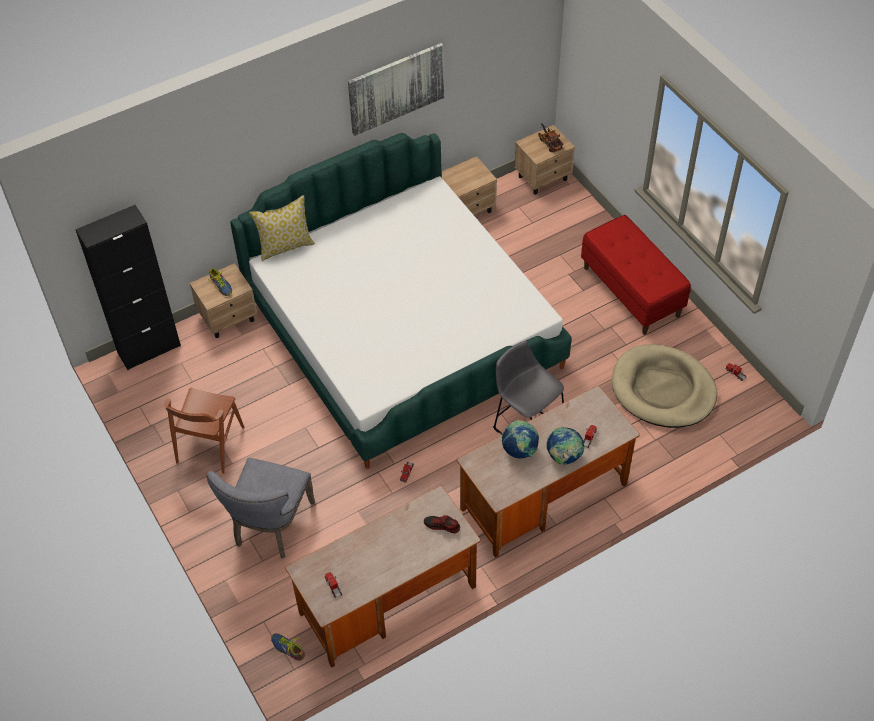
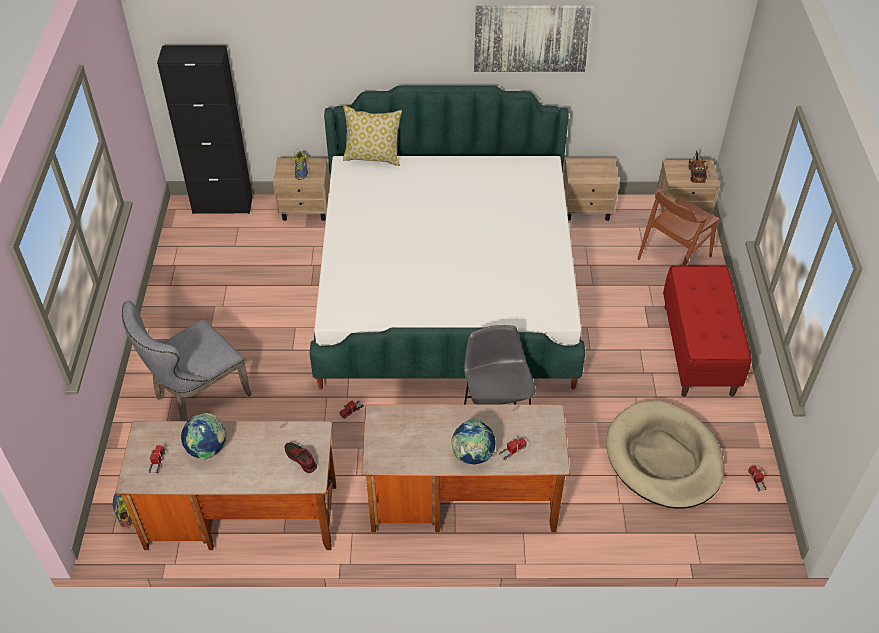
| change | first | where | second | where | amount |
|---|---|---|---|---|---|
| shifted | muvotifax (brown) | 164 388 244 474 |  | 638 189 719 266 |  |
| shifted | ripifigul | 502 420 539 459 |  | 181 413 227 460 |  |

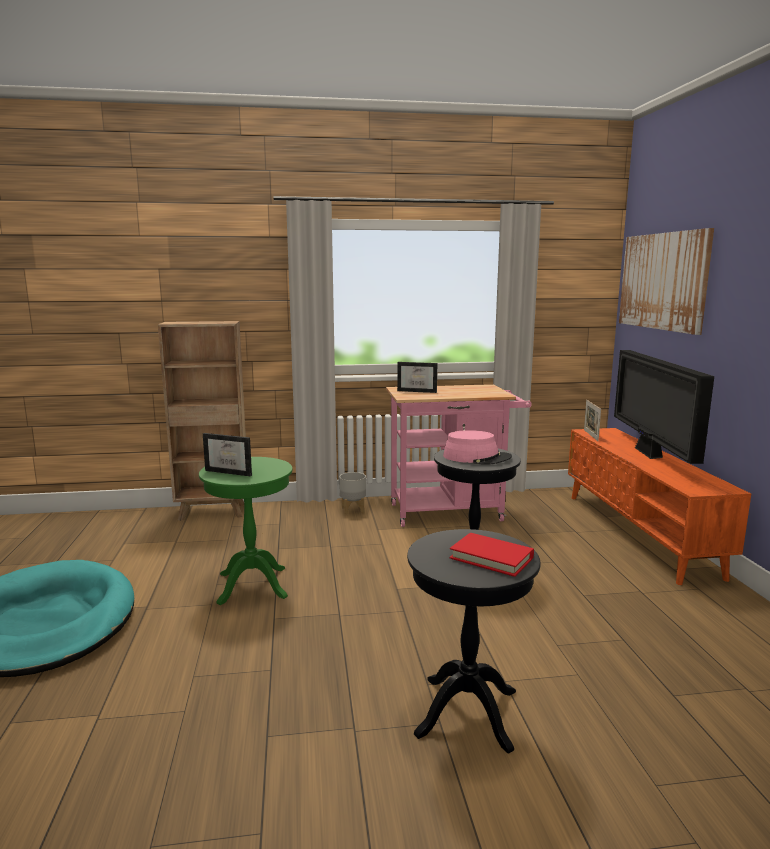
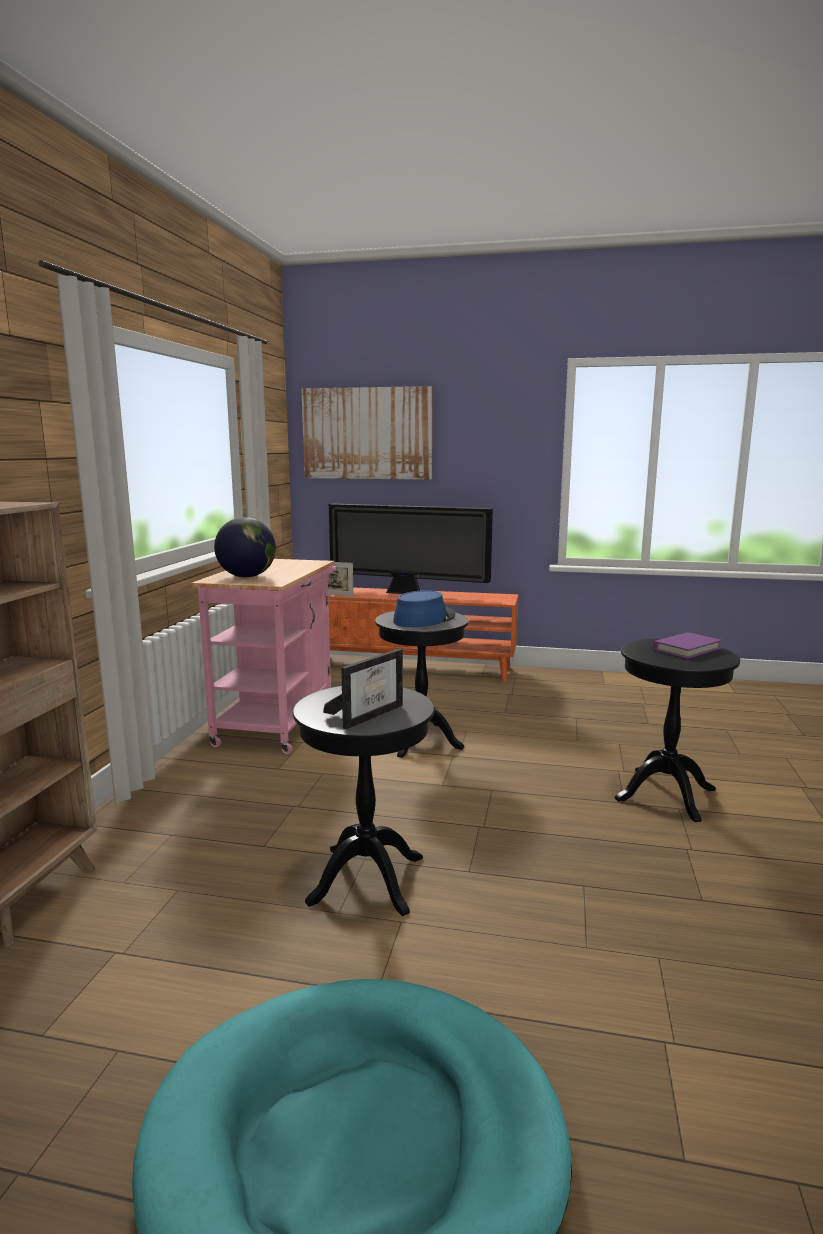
| change | first | where | second | where | amount |
|---|---|---|---|---|---|
| swapped | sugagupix | 397 362 437 393 | ripifigul | 214 517 276 578 |  |
| repainted | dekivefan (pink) | 443 430 512 465 | dekivefan (blue) | 393 590 455 627 |  |
| repainted | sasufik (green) | 199 457 293 605 | sasufik (black) | 293 686 434 916 |  |
| gone | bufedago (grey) | 339 472 366 515 |  |  |  |
| repainted | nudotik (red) | 449 533 534 577 | nudotik (purple) | 652 632 722 659 |  |

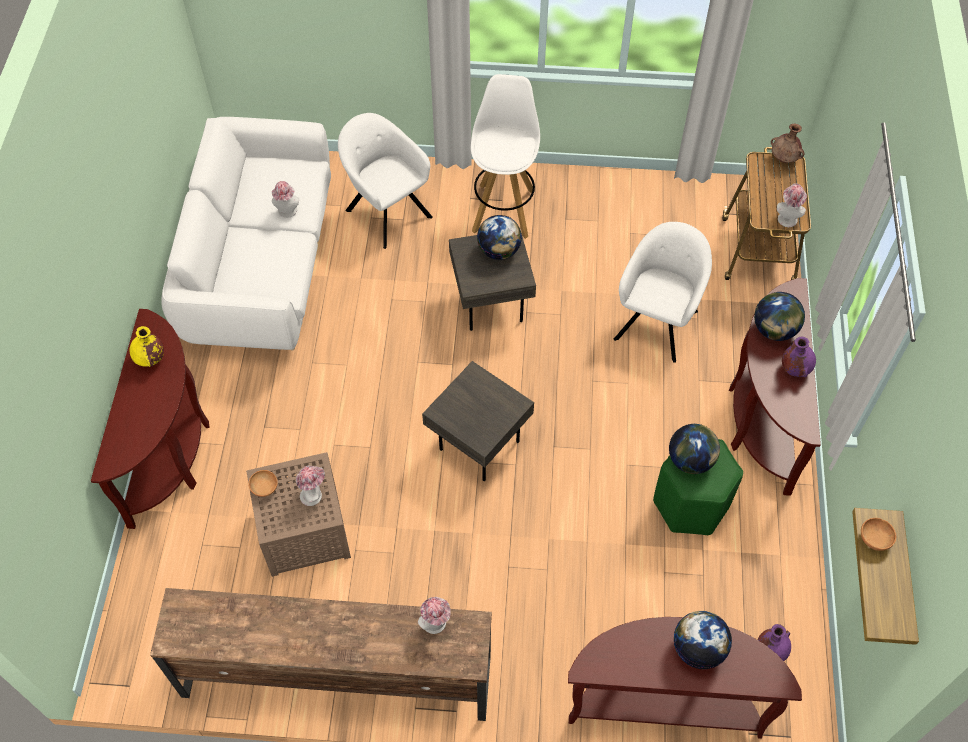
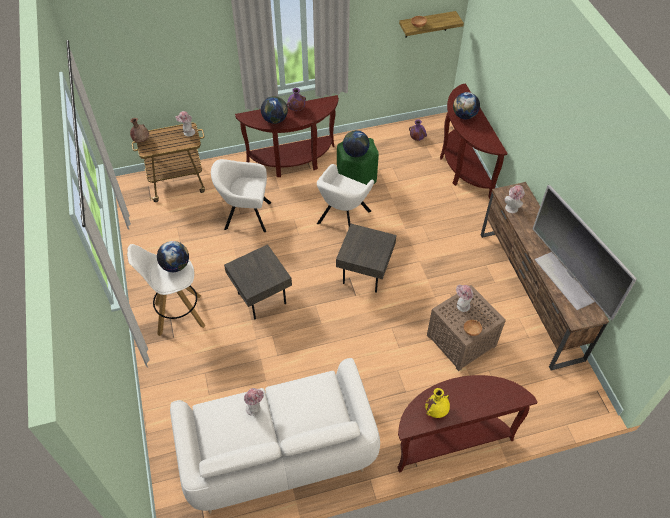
| change | first | where | second | where | amount |
|---|---|---|---|---|---|
| shifted | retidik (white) | 338 113 433 249 |  | 317 164 374 227 |  |
| shifted | ripifigul | 477 215 522 260 |  | 157 241 189 272 |  |
| new |  |  | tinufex | 533 185 637 321 |  |

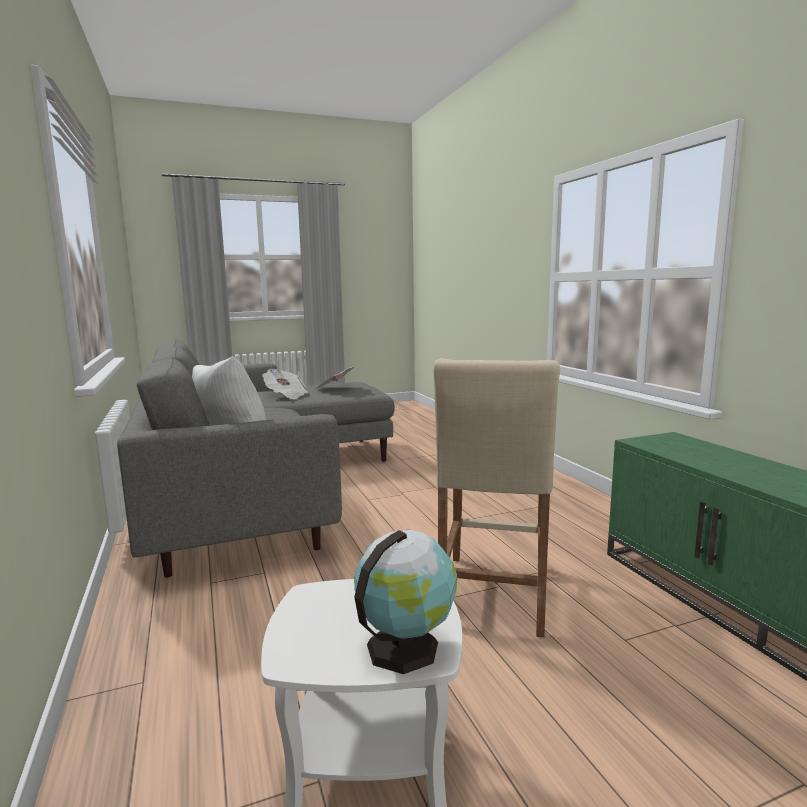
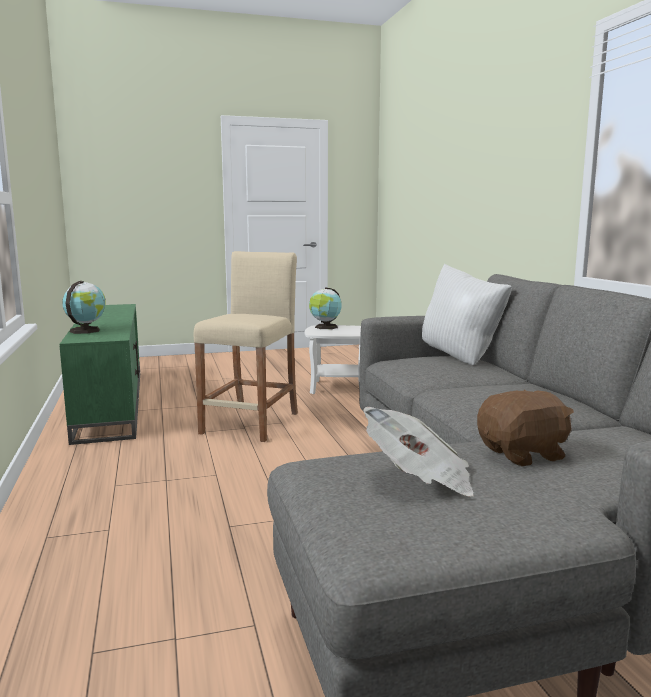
| change | first | where | second | where | amount |
|---|---|---|---|---|---|
| swapped | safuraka | 262 369 308 399 | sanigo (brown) | 477 390 574 467 |  |
| new |  |  | ripifigul | 62 281 106 334 |  |

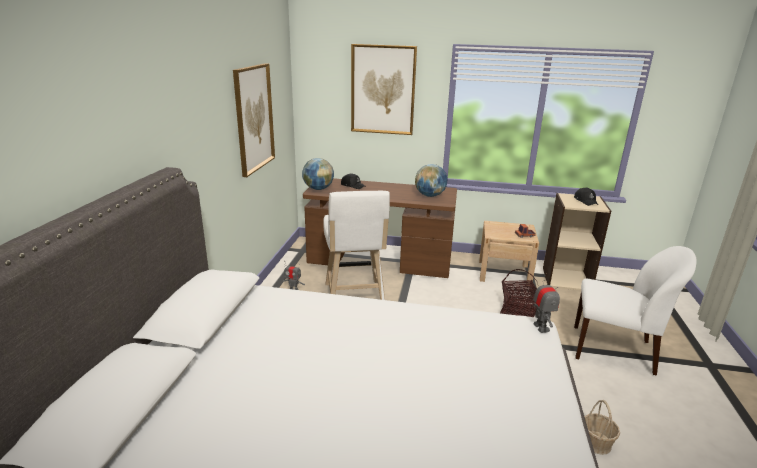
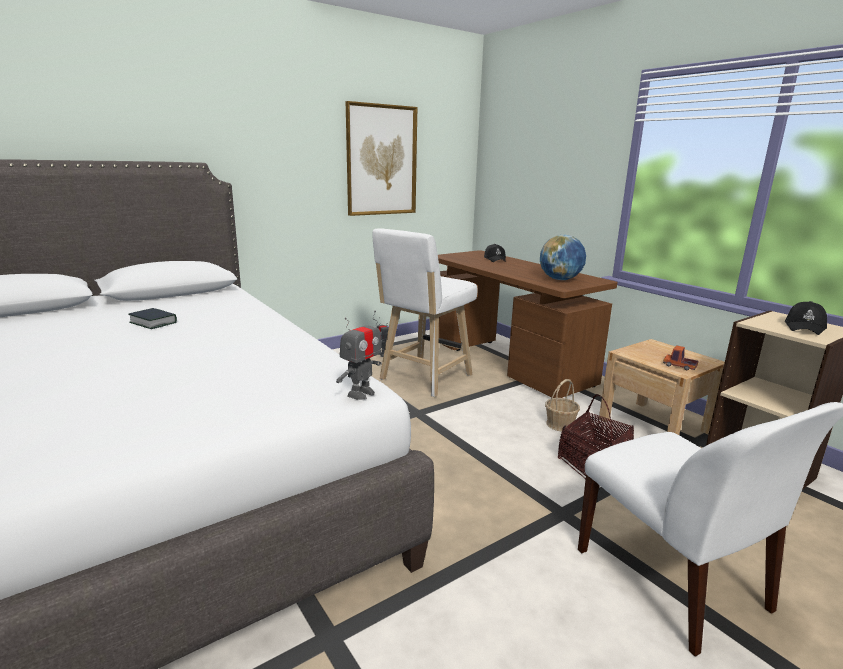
| change | first | where | second | where | amount |
|---|---|---|---|---|---|
| gone | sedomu | 351 44 417 135 |  |  |  |
| gone | ripifigul | 302 158 334 190 |  |  |  |
| shifted | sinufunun | 585 400 620 455 |  | 545 379 580 431 |  |
| new |  |  | nudotik | 129 308 177 329 |  |

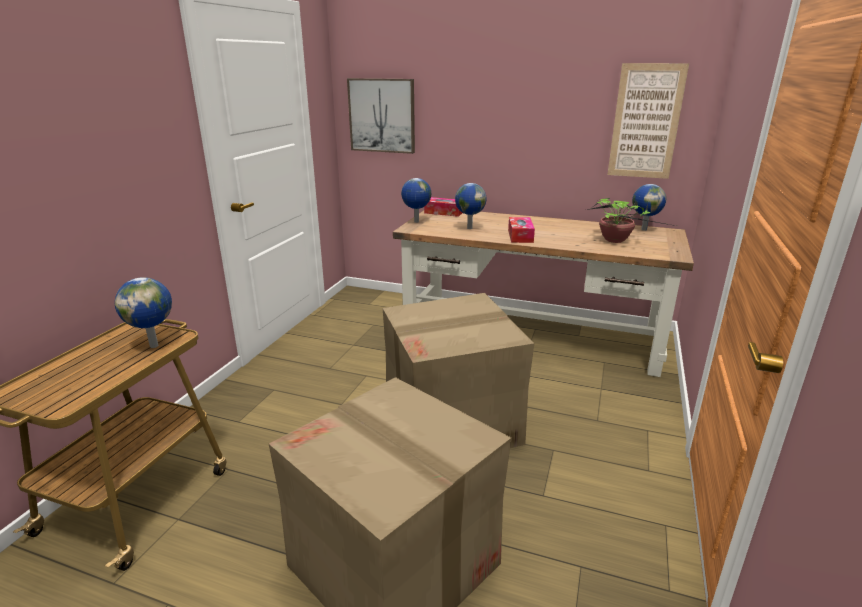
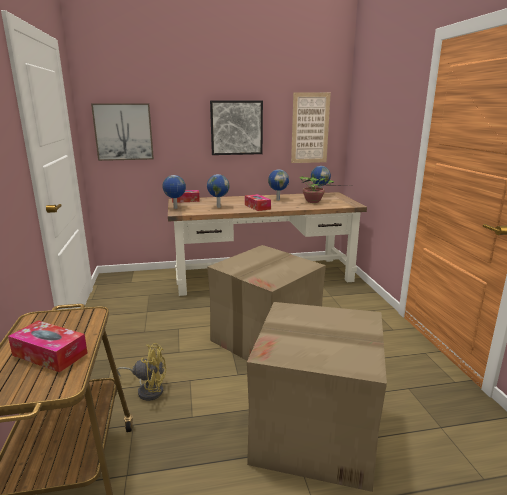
| change | first | where | second | where | amount |
|---|---|---|---|---|---|
| shifted | ripifigul | 115 277 172 348 |  | 268 169 289 201 |  |
| new |  |  | sedomu | 210 100 263 155 |  |
| new |  |  | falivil | 8 320 87 372 |  |
| new |  |  | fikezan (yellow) | 117 343 166 401 |  |

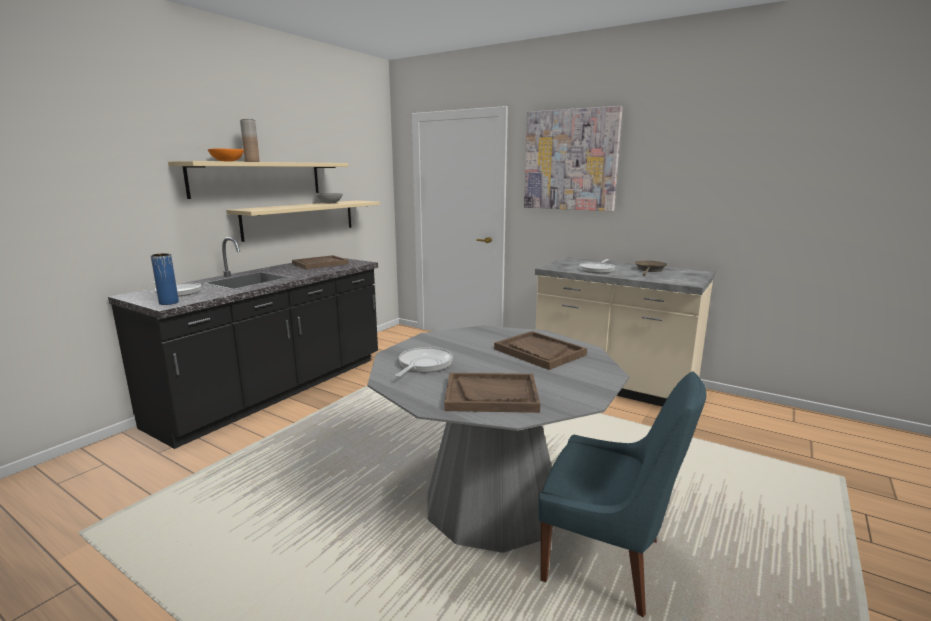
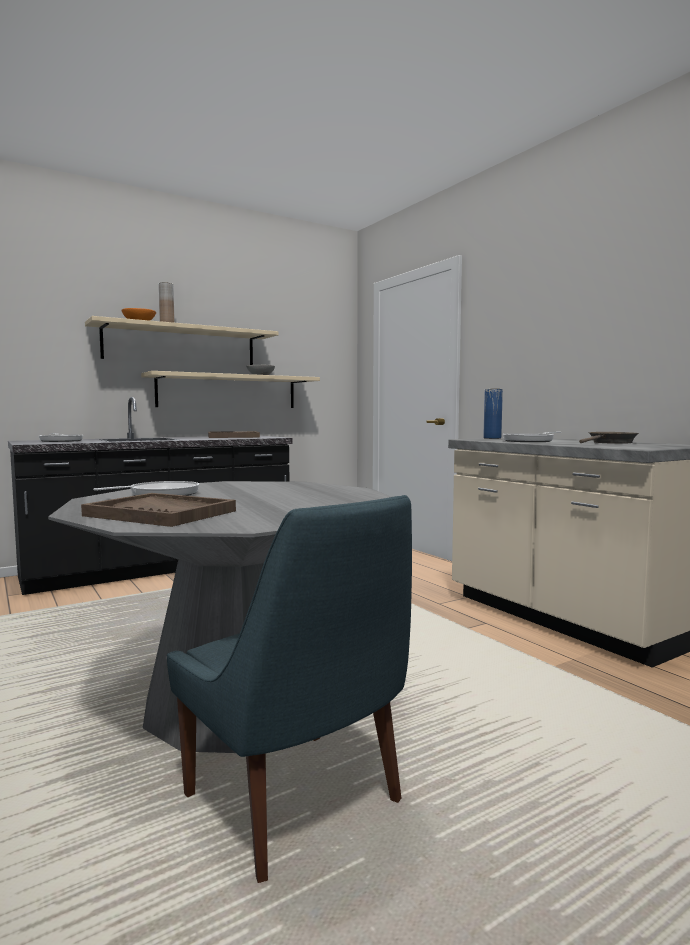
| change | first | where | second | where | amount |
|---|---|---|---|---|---|
| gone | sedomu | 524 106 623 211 |  |  |  |
| shifted | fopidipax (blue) | 151 253 179 305 |  | 483 389 503 439 |  |
| gone | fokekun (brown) | 494 331 587 370 |  |  |  |

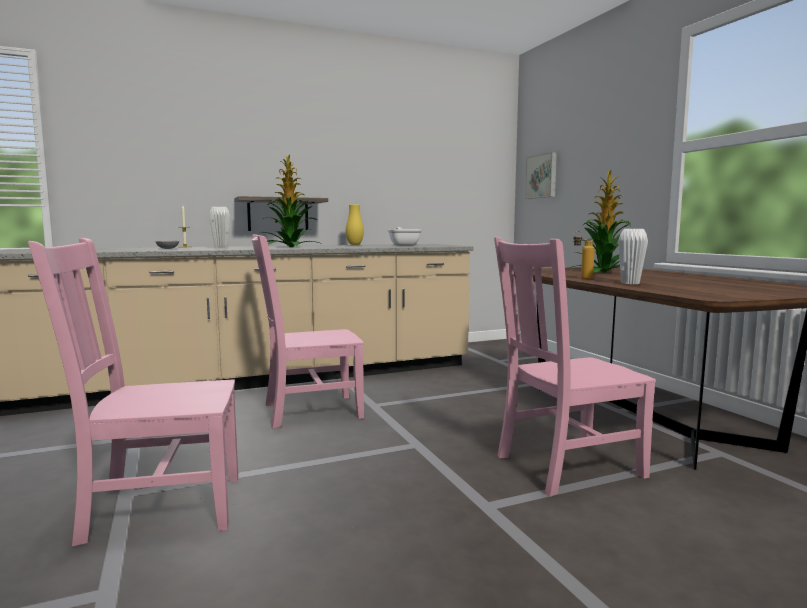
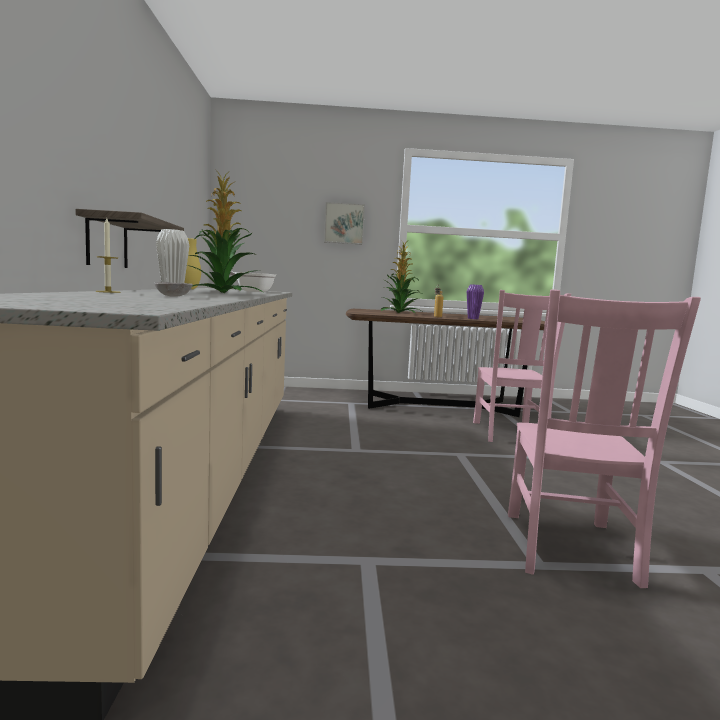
| change | first | where | second | where | amount |
|---|---|---|---|---|---|
| shifted | sedomu | 525 152 557 199 |  | 324 202 365 245 |  |
| repainted | fopidipax (white) | 618 229 648 284 | fopidipax (purple) | 467 284 484 319 |  |
| gone | muvotifax (pink) | 252 234 364 428 |  |  |  |

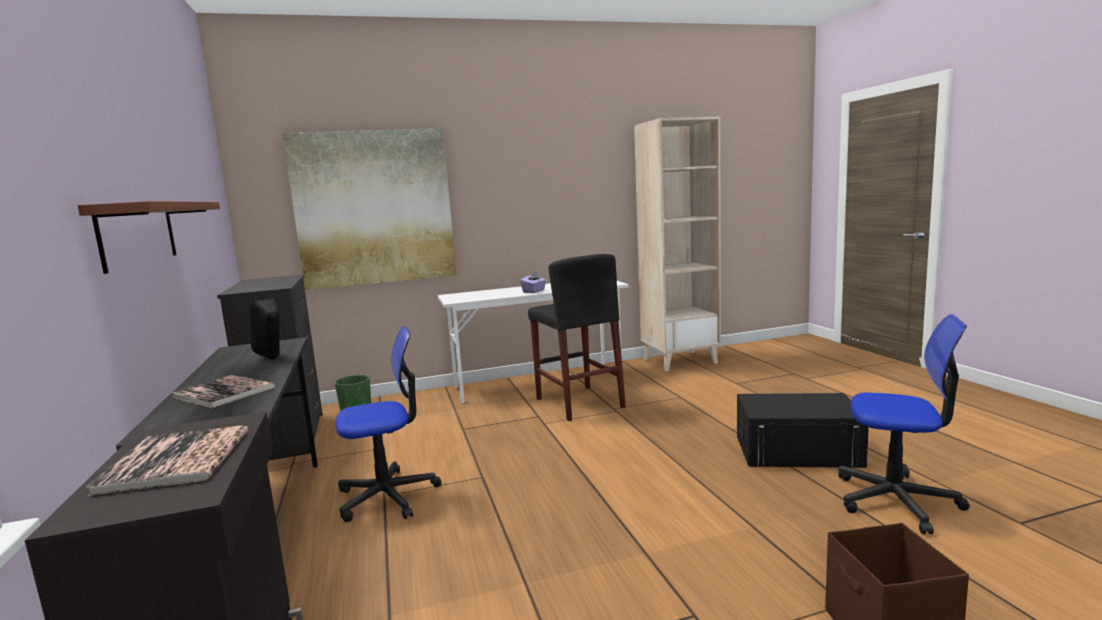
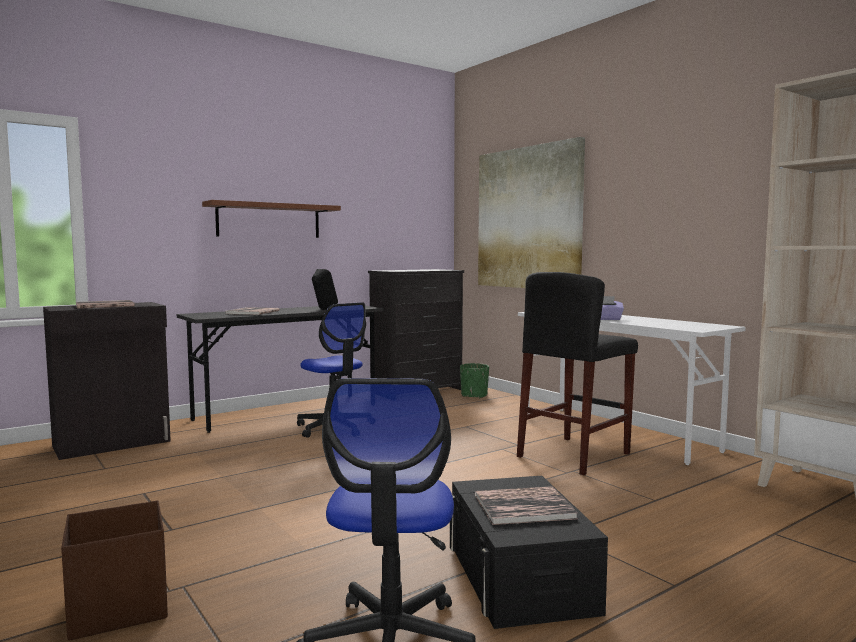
| change | first | where | second | where | amount |
|---|---|---|---|---|---|
| new |  |  | nudotik | 475 486 578 525 |  |

